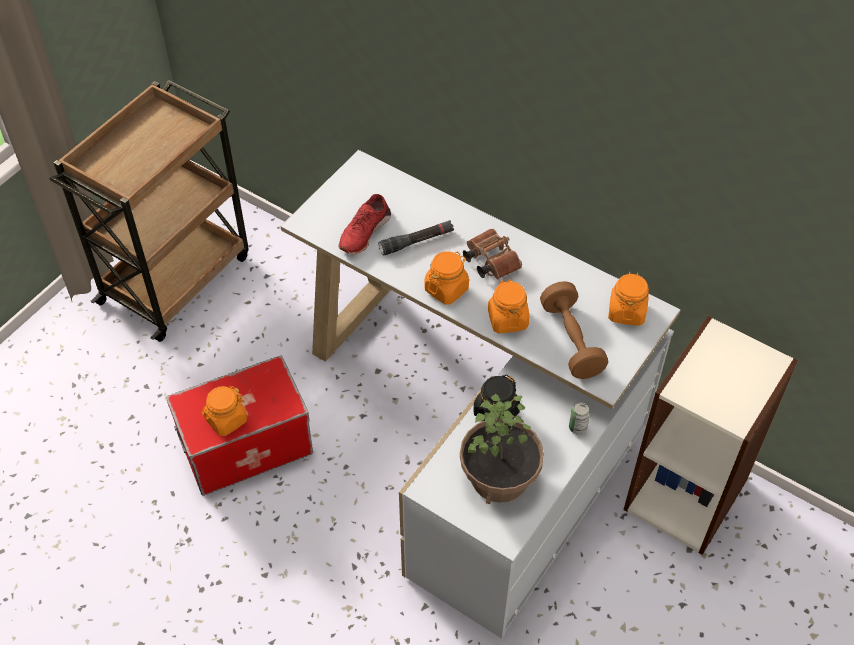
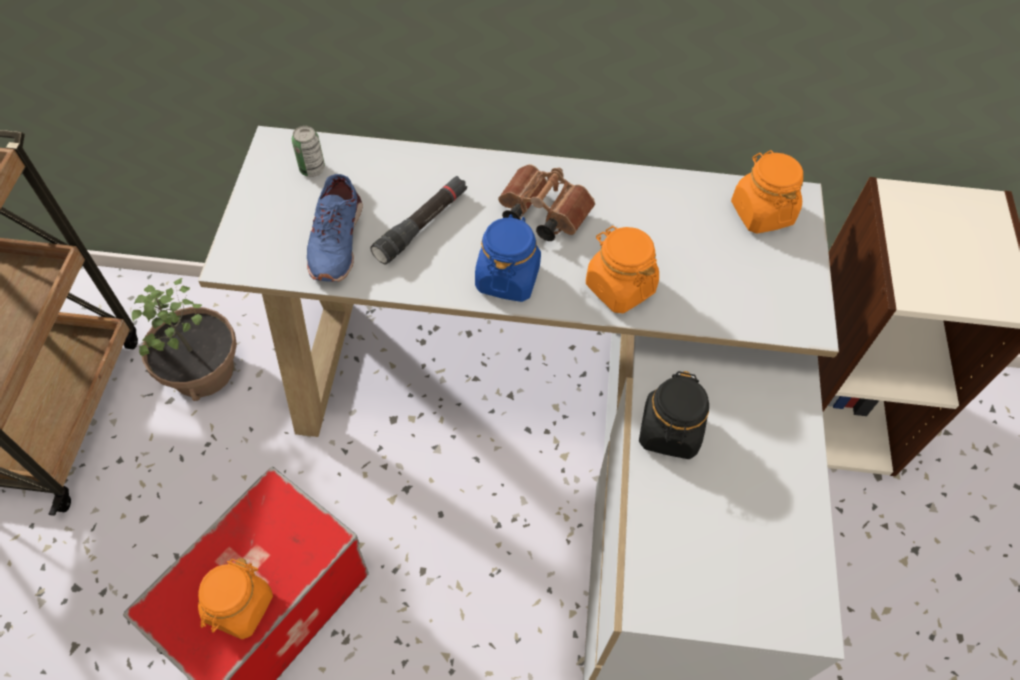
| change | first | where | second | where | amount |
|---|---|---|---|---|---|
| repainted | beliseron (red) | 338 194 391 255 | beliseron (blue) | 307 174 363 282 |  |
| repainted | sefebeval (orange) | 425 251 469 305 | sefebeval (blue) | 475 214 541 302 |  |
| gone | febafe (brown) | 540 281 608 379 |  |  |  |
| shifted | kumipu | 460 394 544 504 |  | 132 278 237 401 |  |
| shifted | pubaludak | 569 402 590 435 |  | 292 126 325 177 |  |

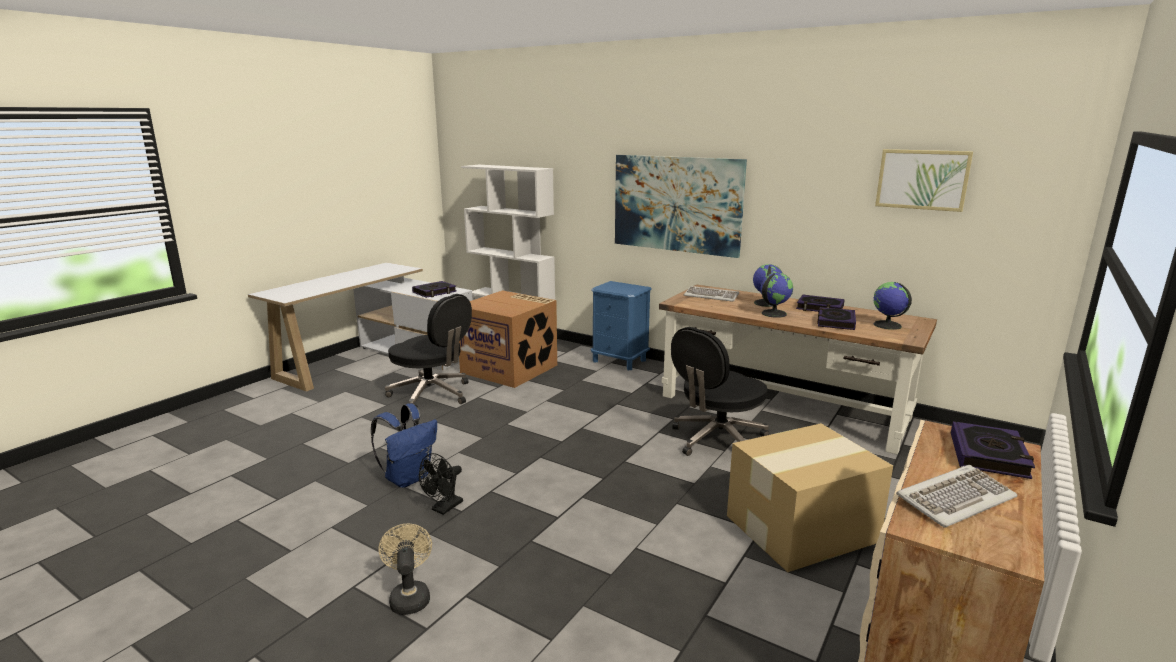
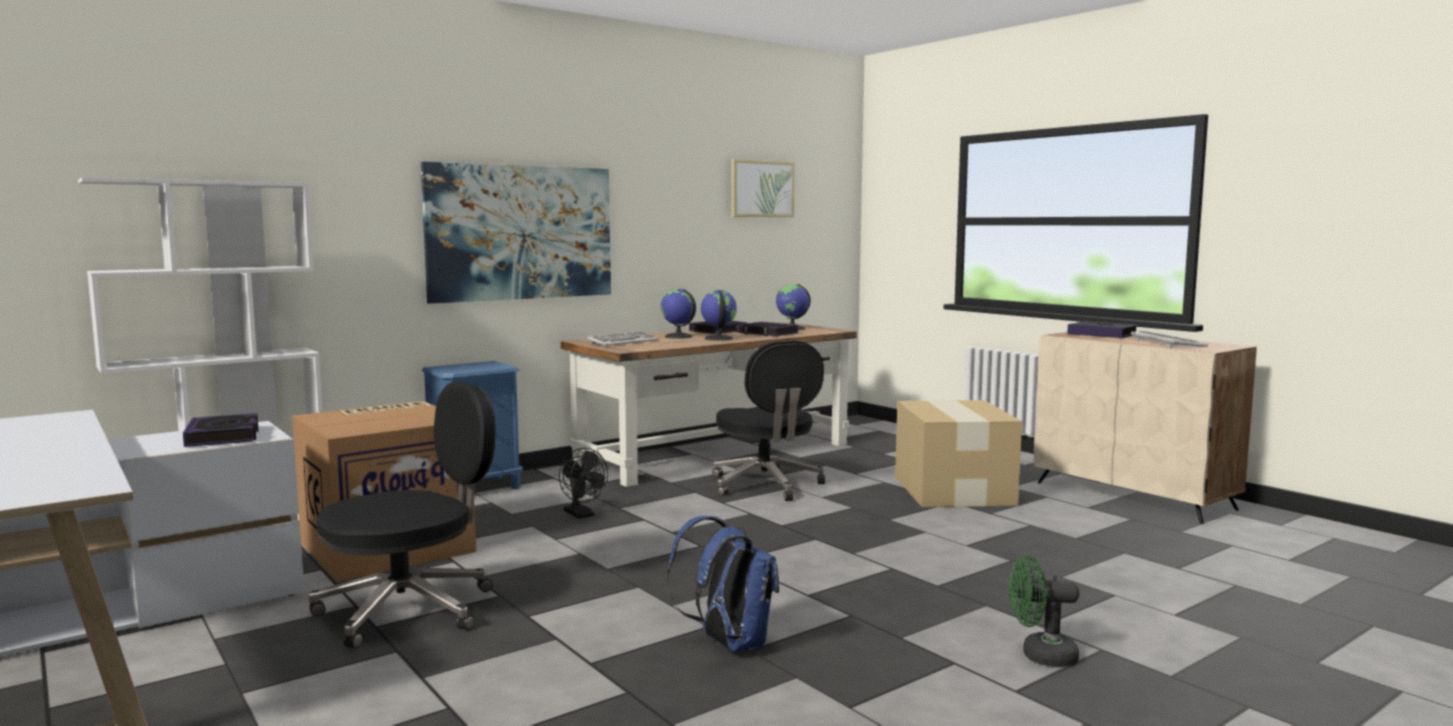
| change | first | where | second | where | amount |
|---|---|---|---|---|---|
| shifted | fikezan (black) | 419 453 463 515 |  | 559 448 608 519 |  |
| repainted | fikezan (beige) | 379 523 432 615 | fikezan (green) | 1009 555 1079 667 |  |

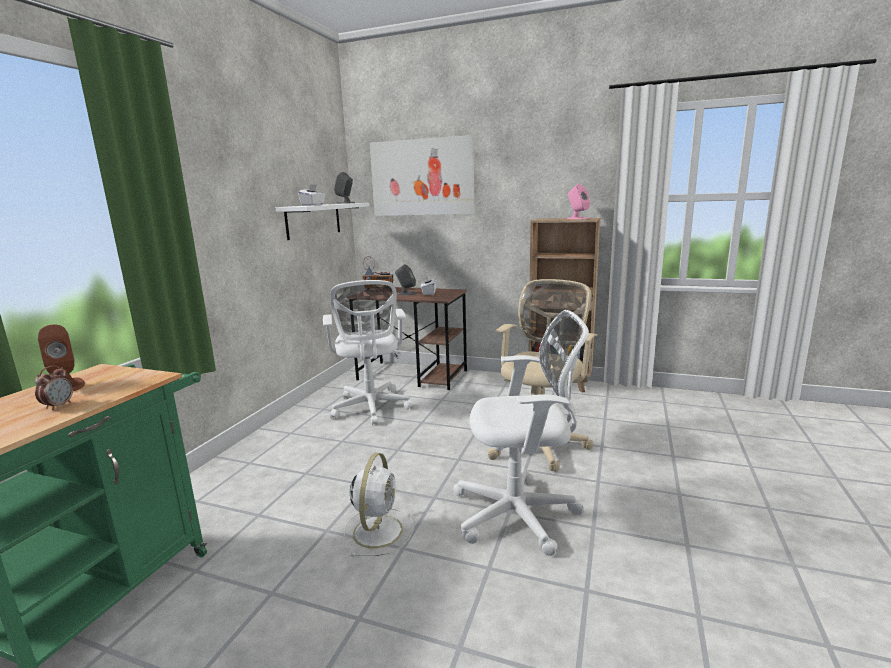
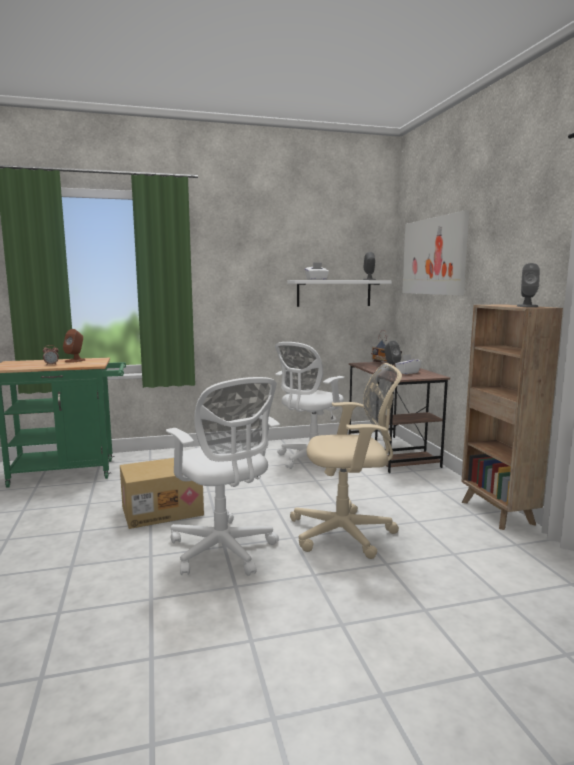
| change | first | where | second | where | amount |
|---|---|---|---|---|---|
| repainted | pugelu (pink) | 567 184 590 219 | pugelu (grey) | 517 263 540 307 |  |
| swapped | fikezan (white) | 344 453 413 557 | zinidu | 120 458 204 529 |  |

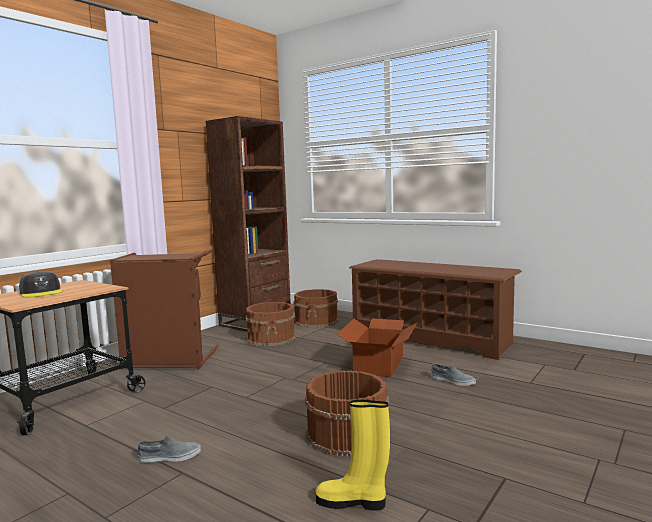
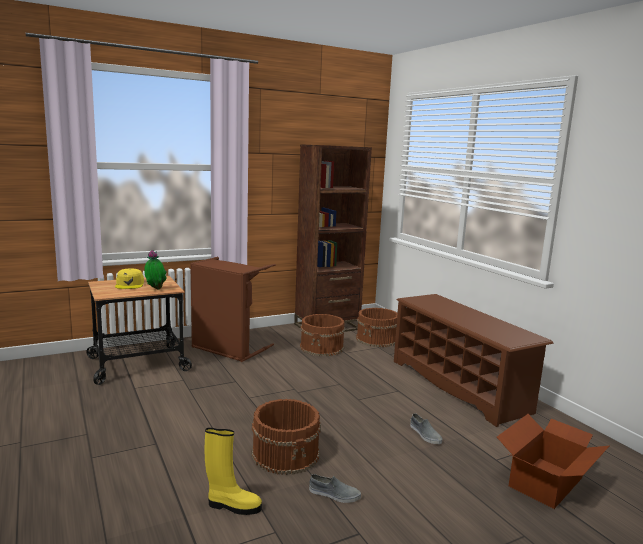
| change | first | where | second | where | amount |
|---|---|---|---|---|---|
| repainted | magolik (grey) | 19 271 62 298 | magolik (yellow) | 115 268 144 289 |  |
| shifted | zinidu | 337 319 418 377 |  | 497 414 609 509 |  |
| rotated | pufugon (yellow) | 315 400 390 511 |  | 204 428 262 515 | 150 degrees clockwise |
| shifted | beliseron (grey) | 138 435 201 463 |  | 309 474 361 503 |  |
| new |  |  | kumipu | 144 250 167 290 |  |

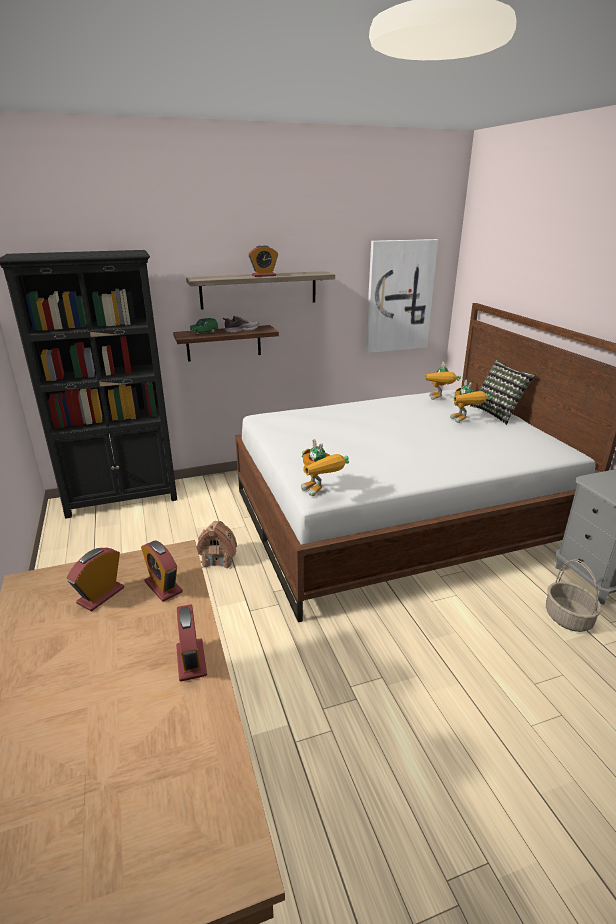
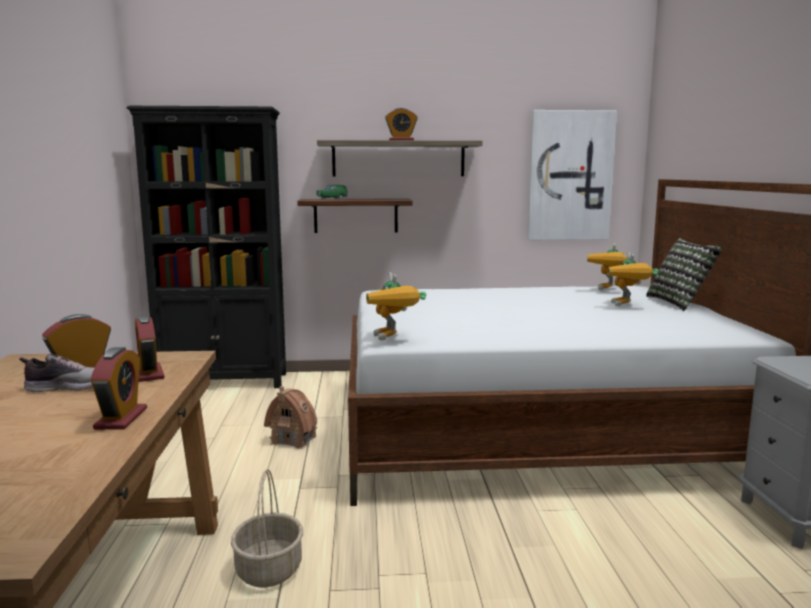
| change | first | where | second | where | amount |
|---|---|---|---|---|---|
| shifted | beliseron | 223 316 259 333 |  | 19 354 94 392 |  |
| shifted | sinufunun | 546 559 602 632 |  | 231 469 303 588 |  |

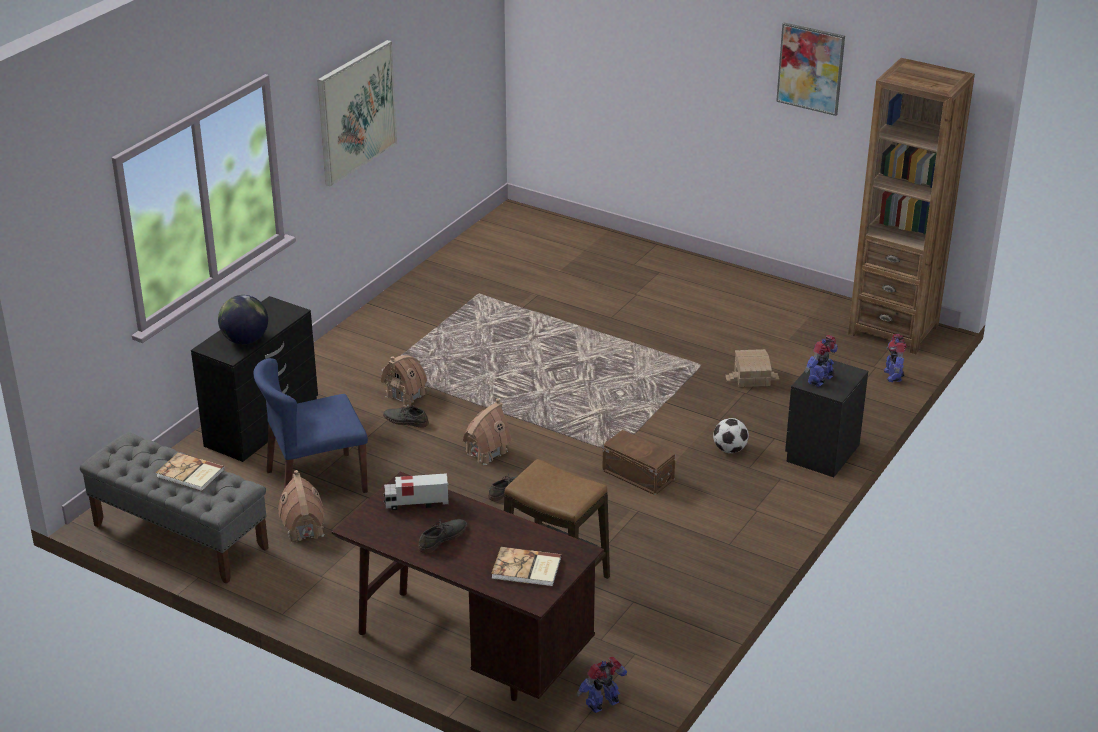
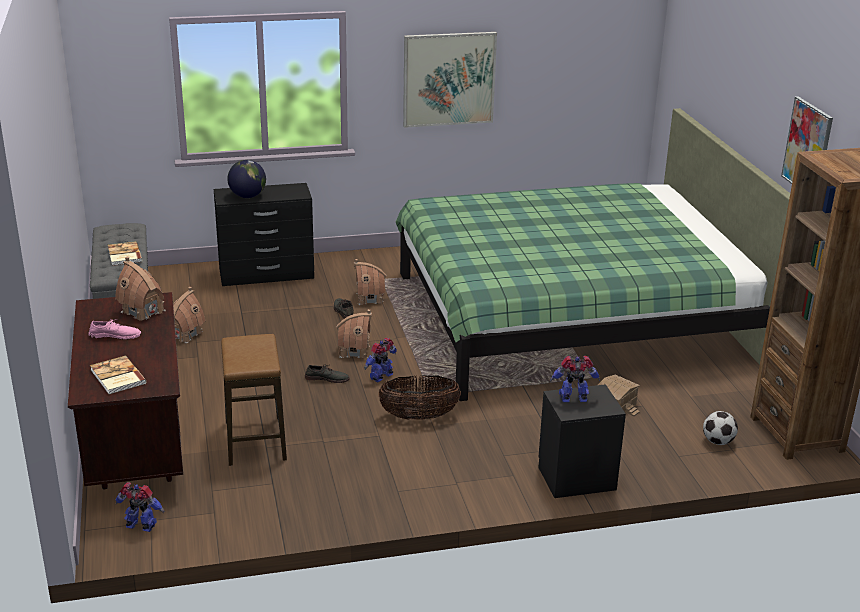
| change | first | where | second | where | amount |
|---|---|---|---|---|---|
| shifted | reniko | 884 334 907 382 |  | 364 338 397 382 |  |
| gone | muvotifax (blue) | 254 358 368 493 |  |  |  |
| shifted | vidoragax | 713 418 749 453 |  | 703 411 738 445 |  |
| swapped | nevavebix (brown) | 602 430 676 495 | sinufunun | 378 375 461 420 |  |
| swapped | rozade | 383 473 449 510 | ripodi | 115 257 166 322 |  |
| repainted | beliseron (grey) | 418 519 467 553 | beliseron (pink) | 89 319 141 339 |  |
| new |  |  | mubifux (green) | 396 108 790 401 |  |

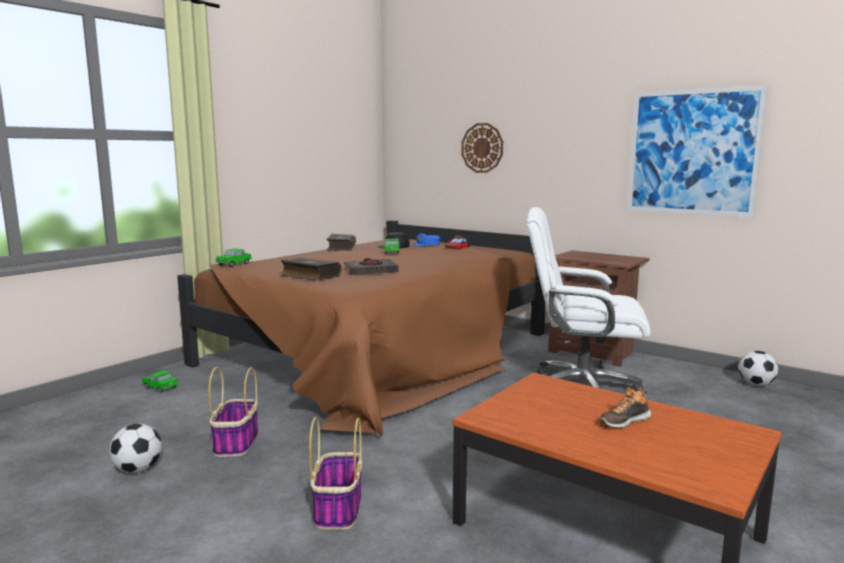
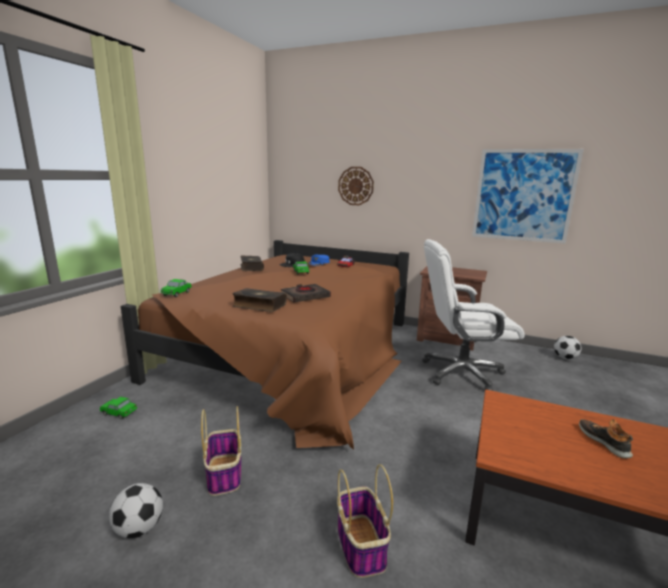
| change | first | where | second | where | amount |
|---|---|---|---|---|---|
| rotated | beliseron | 600 387 651 428 |  | 579 419 633 459 | 120 degrees clockwise |

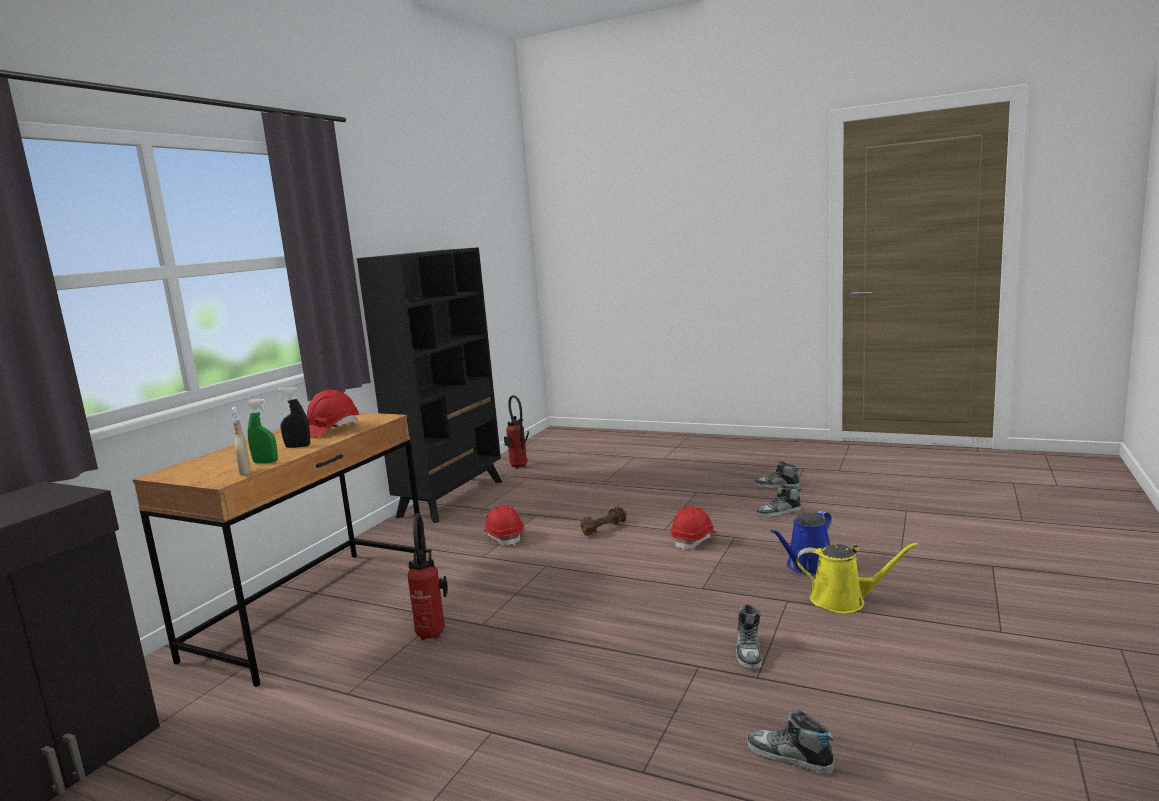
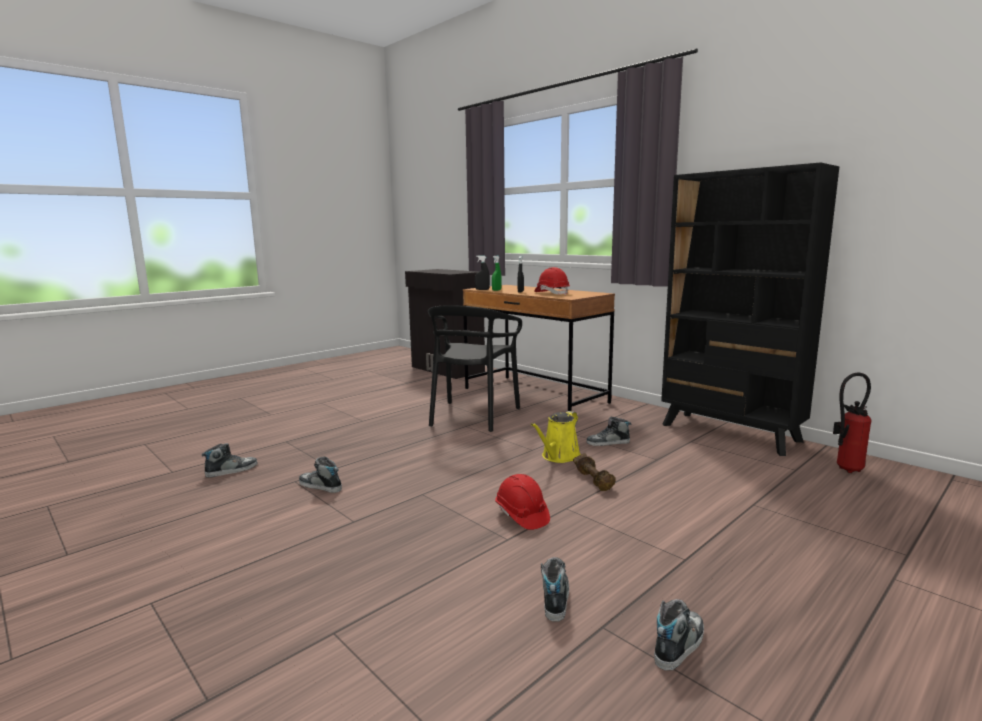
| change | first | where | second | where | amount |
|---|---|---|---|---|---|
| repainted | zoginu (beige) | 231 407 251 476 | zoginu (black) | 475 255 490 290 |  |
| swapped | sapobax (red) | 484 505 524 546 | beliseron | 586 417 631 446 |  |
| gone | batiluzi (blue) | 770 510 831 575 |  |  |  |
| swapped | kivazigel | 407 513 448 640 | muvotifax (black) | 428 305 522 432 |  |
| shifted | batiluzi (yellow) | 797 542 918 613 |  | 531 411 580 463 |  |

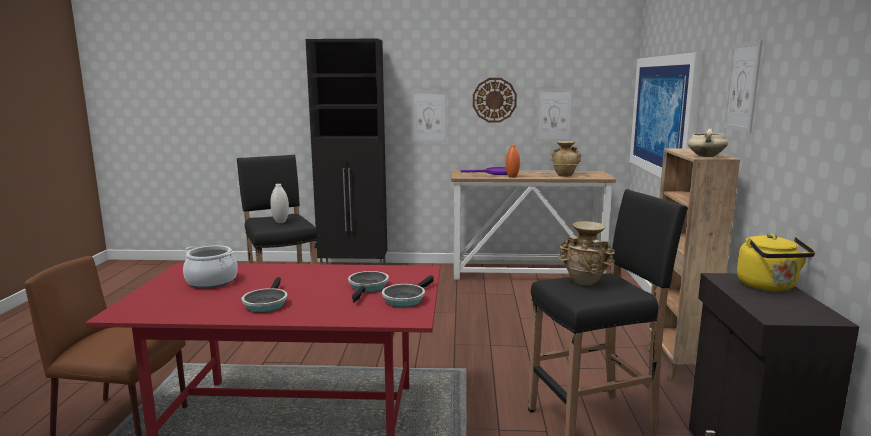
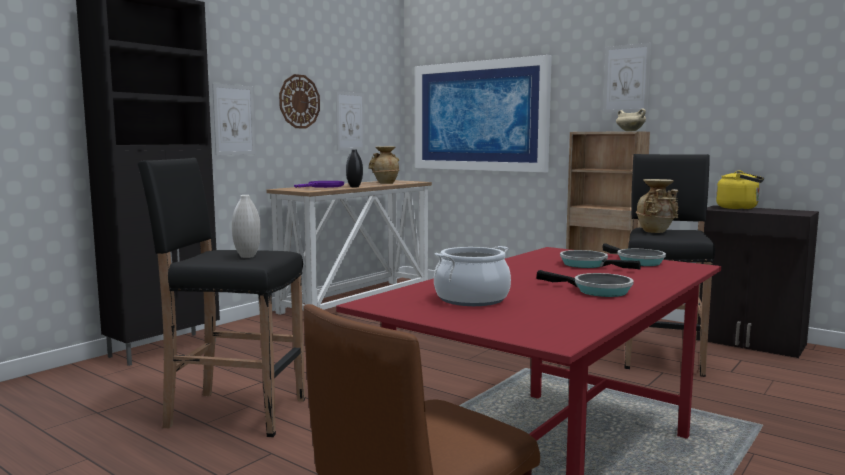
| change | first | where | second | where | amount |
|---|---|---|---|---|---|
| repainted | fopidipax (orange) | 505 144 520 178 | fopidipax (black) | 346 149 363 187 |  |

